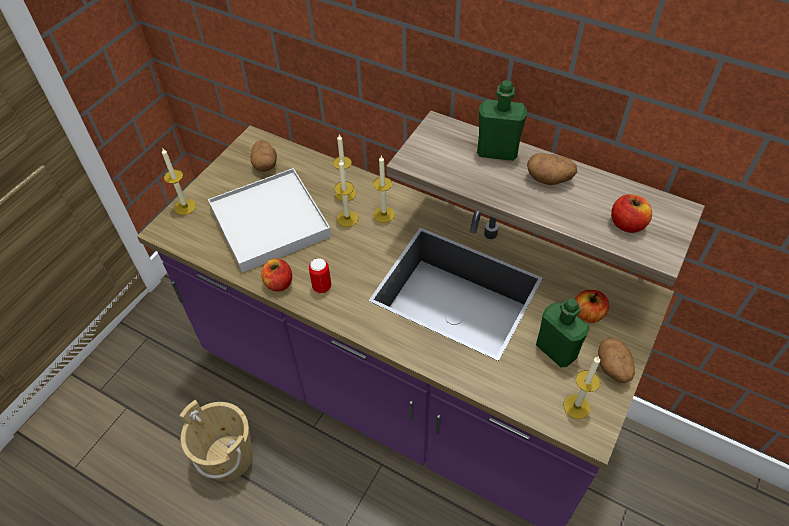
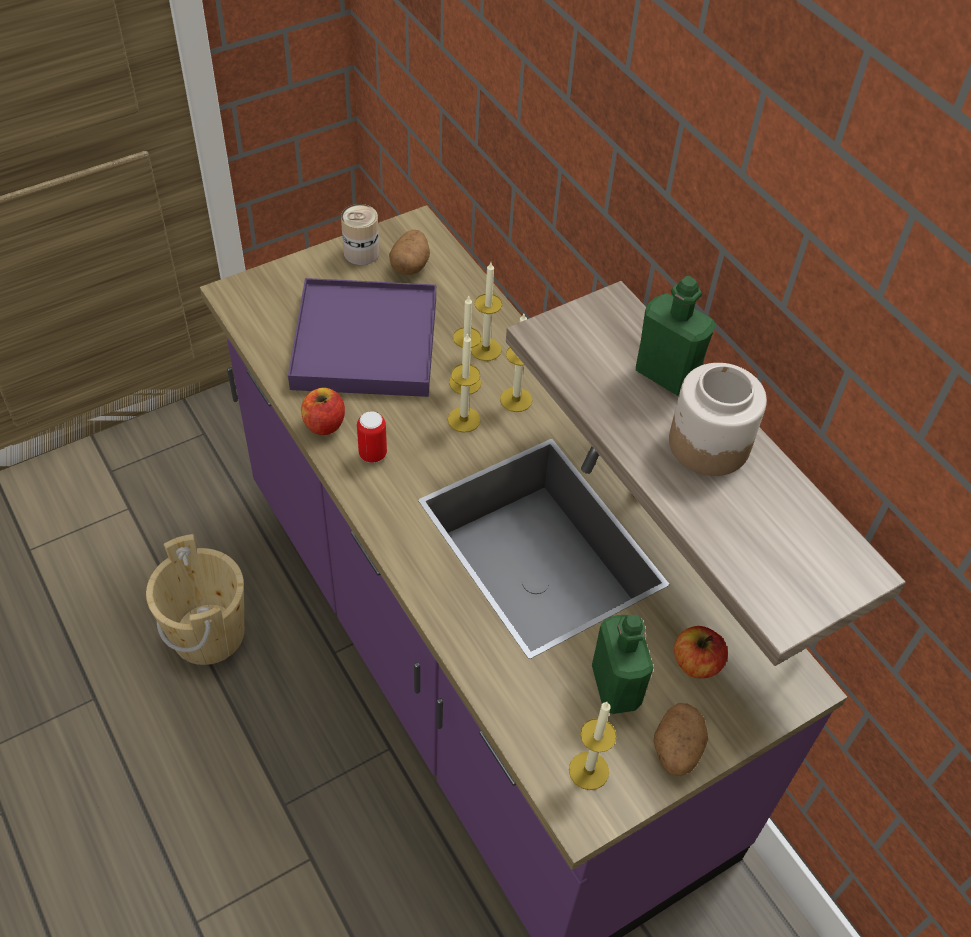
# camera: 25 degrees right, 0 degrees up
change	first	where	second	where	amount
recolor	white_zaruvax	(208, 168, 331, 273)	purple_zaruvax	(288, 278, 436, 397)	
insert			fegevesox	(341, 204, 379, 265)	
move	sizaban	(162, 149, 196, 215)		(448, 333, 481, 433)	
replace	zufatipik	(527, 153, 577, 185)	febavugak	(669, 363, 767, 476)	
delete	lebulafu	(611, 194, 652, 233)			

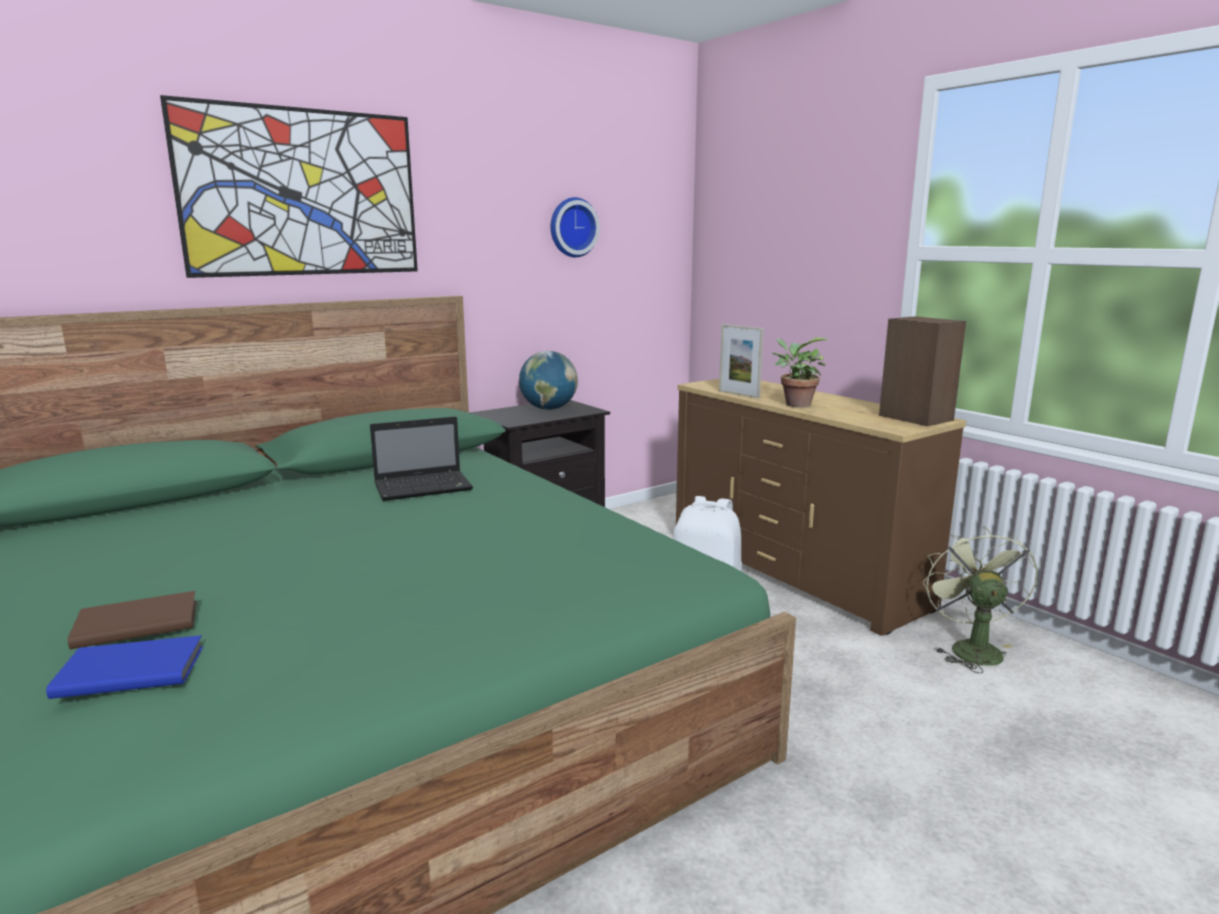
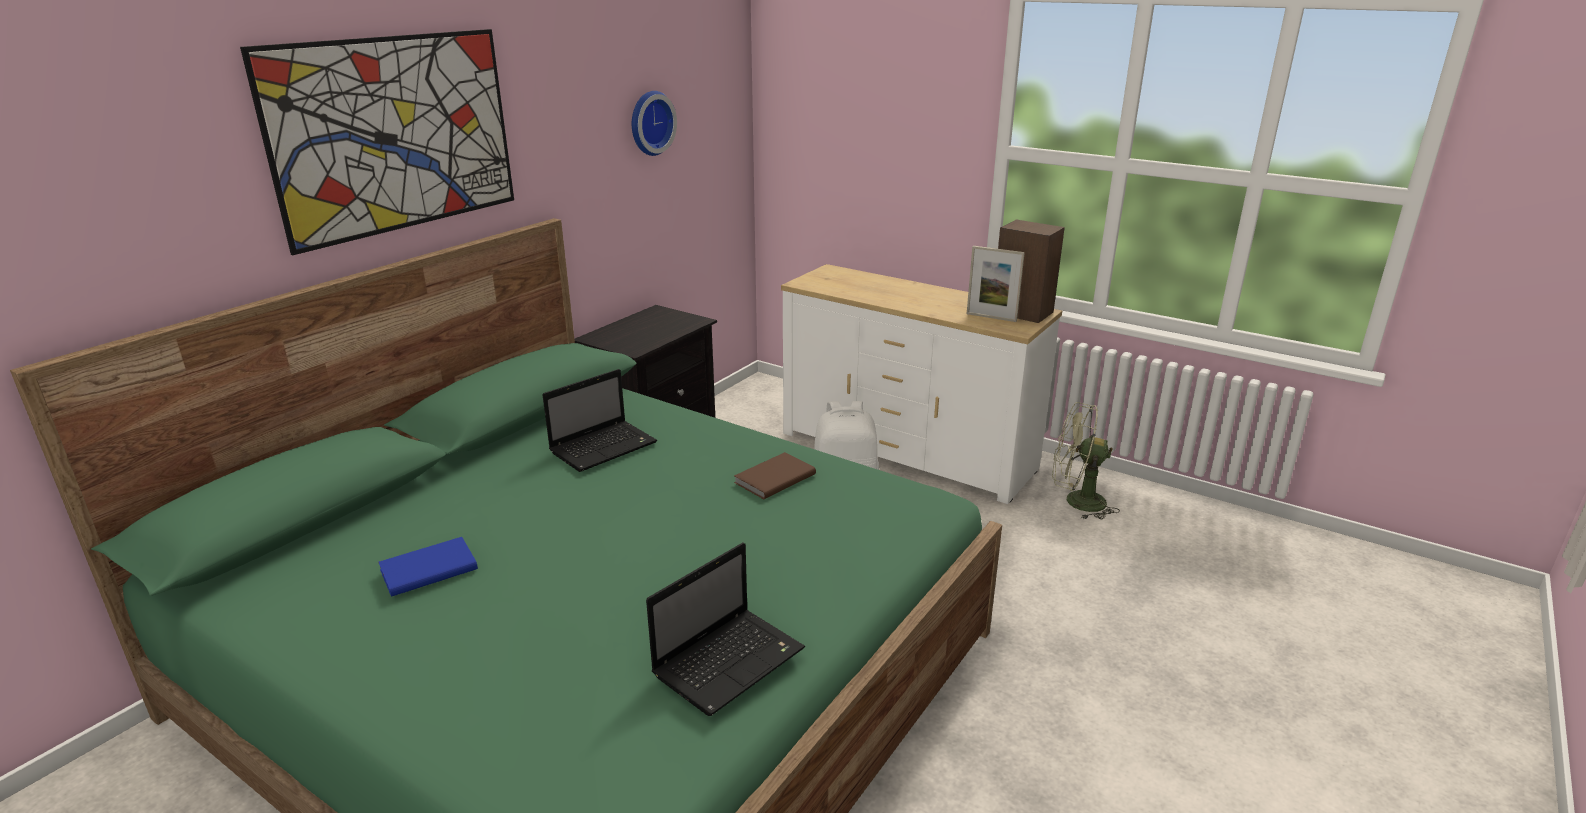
# camera: 20 degrees left, 10 degrees up
change	first	where	second	where	amount
move	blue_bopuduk	(46, 635, 204, 699)		(378, 537, 478, 597)	
insert			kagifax	(646, 542, 805, 716)	
move	brown_bopuduk	(68, 591, 197, 649)		(734, 452, 816, 499)	
recolor	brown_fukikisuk	(676, 379, 966, 636)	white_fukikisuk	(781, 264, 1062, 504)	
move	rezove	(719, 324, 764, 398)		(967, 246, 1025, 322)	
rotate	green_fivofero	(923, 526, 1038, 673)		(1052, 402, 1120, 520)	60 degrees counterclockwise
delete	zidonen	(519, 351, 578, 410)			
delete	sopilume	(772, 337, 829, 408)			

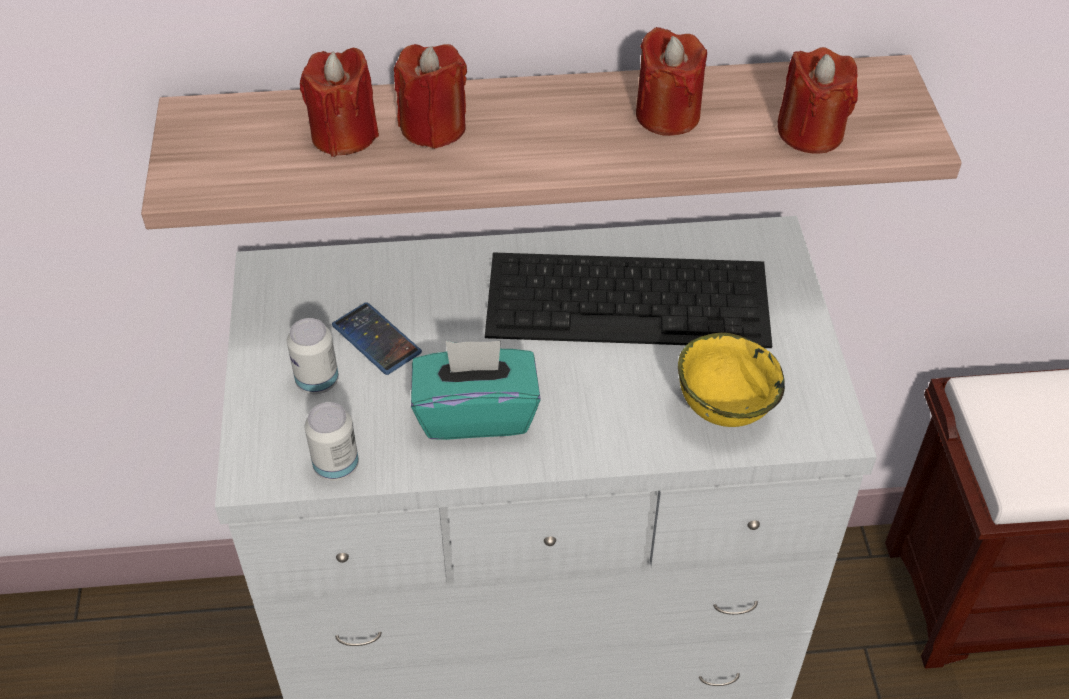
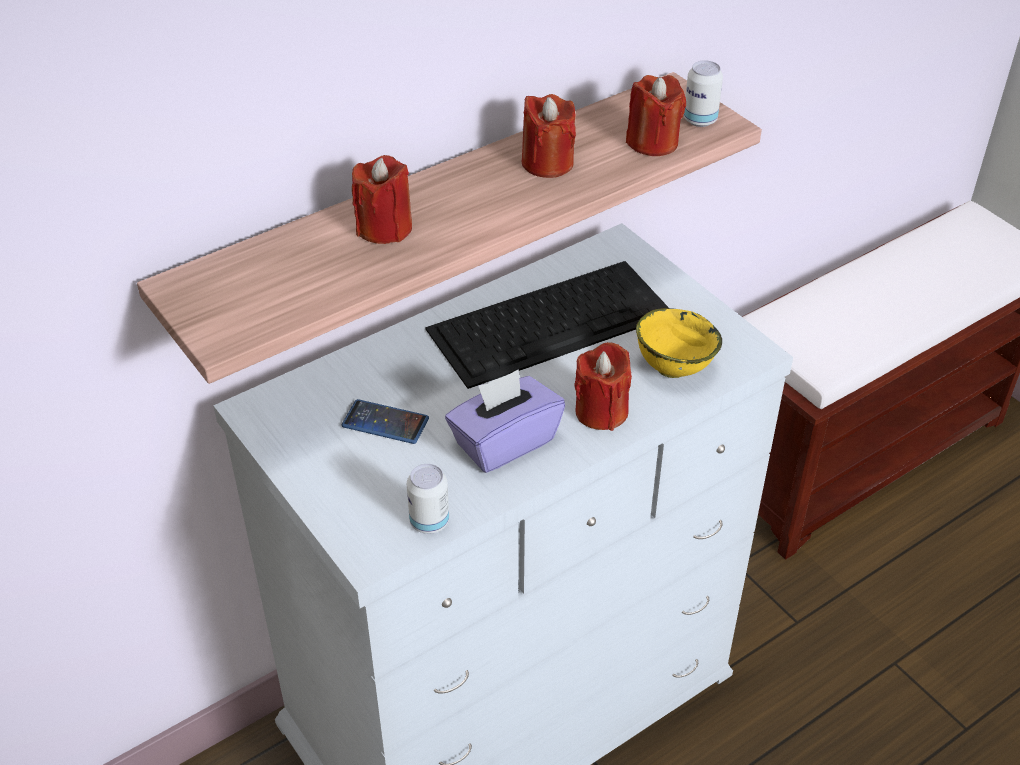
# camera: 30 degrees left, 5 degrees down
change	first	where	second	where	amount
recolor	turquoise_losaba	(411, 341, 541, 440)	purple_losaba	(445, 369, 565, 473)	
move	red_sizaban	(300, 48, 379, 157)		(574, 342, 632, 431)	
move	fegevesox	(287, 318, 339, 394)		(684, 60, 723, 127)	

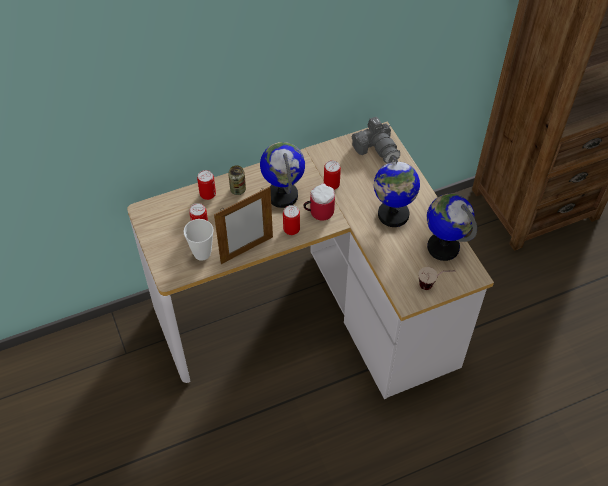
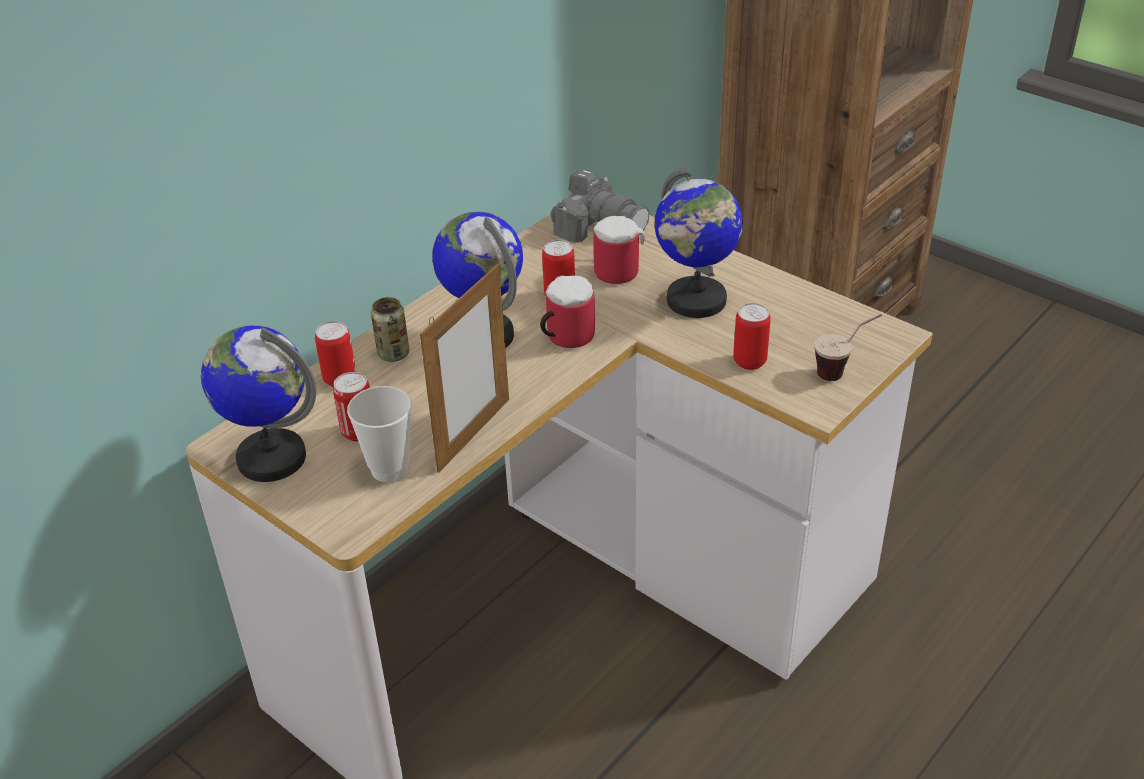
# camera: 25 degrees left, 15 degrees down
change	first	where	second	where	amount
move	zidonen	(427, 194, 477, 261)		(201, 325, 316, 482)	
insert			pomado	(593, 216, 645, 284)	
move	fegevesox	(283, 205, 300, 235)		(733, 303, 771, 370)	

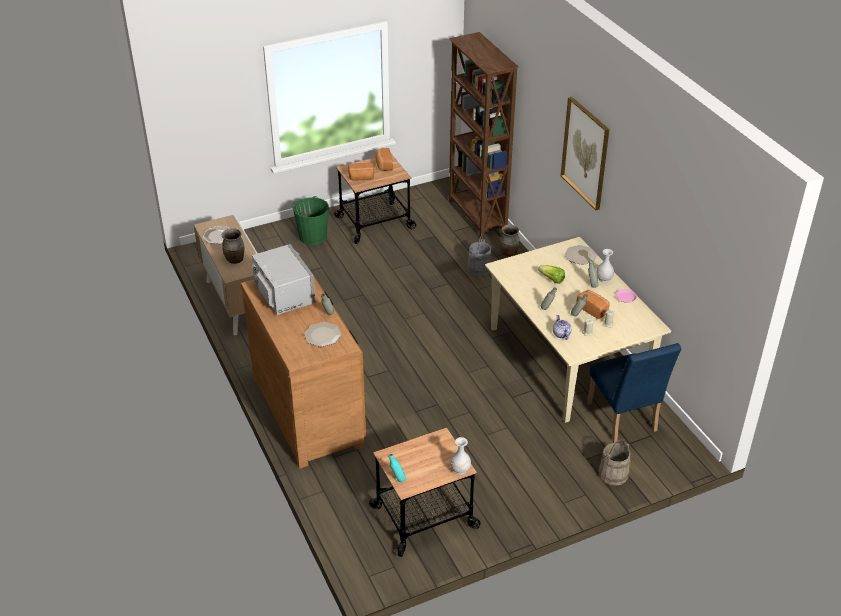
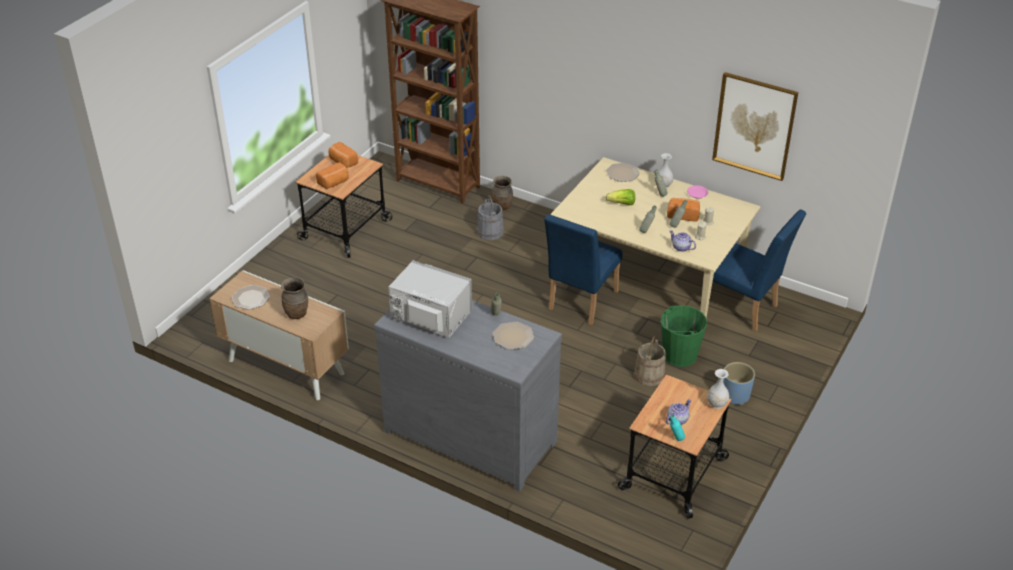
# camera: 35 degrees left, 0 degrees up
change	first	where	second	where	amount
recolor	brown_fukikisuk	(240, 265, 366, 469)	grey_fukikisuk	(374, 300, 562, 492)	
insert			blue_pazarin	(544, 214, 622, 325)	
move	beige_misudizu	(599, 439, 630, 486)		(634, 336, 666, 386)	
move	green_misudizu	(292, 196, 329, 245)		(661, 305, 707, 367)	
insert			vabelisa	(666, 399, 691, 425)	
move	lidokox	(561, 97, 609, 210)		(712, 72, 798, 181)	
insert			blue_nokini	(723, 362, 755, 405)	

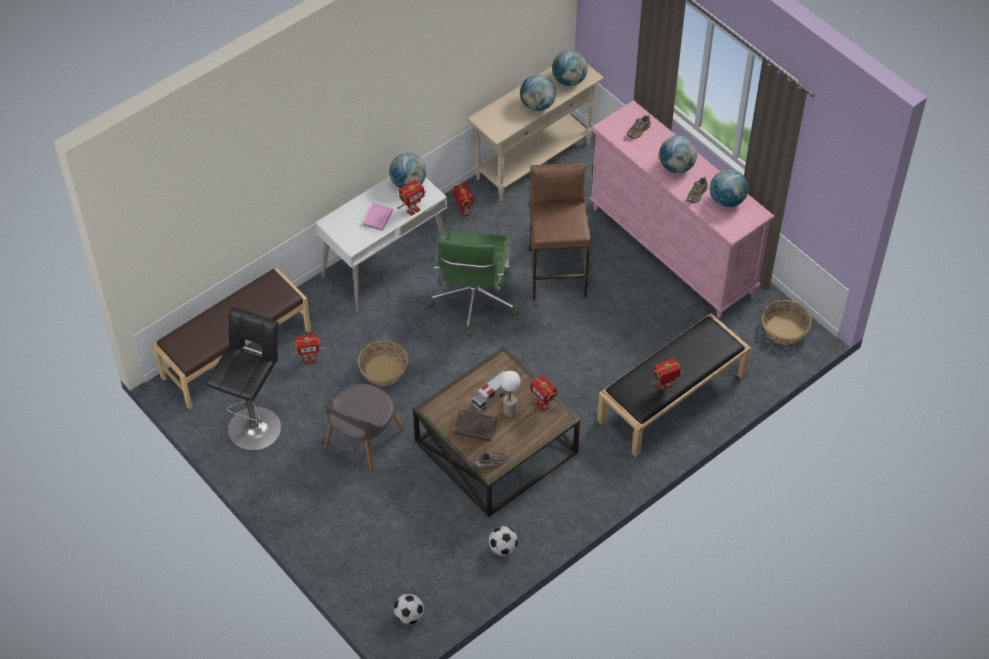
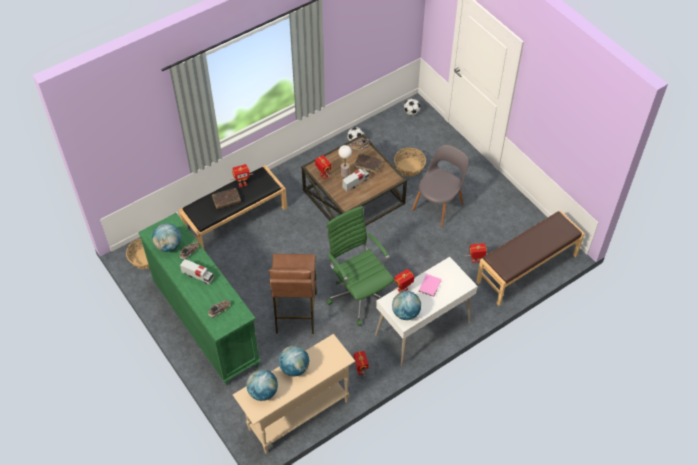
# camera: 175 degrees left, 0 degrees up
change	first	where	second	where	amount
recolor	pink_fukikisuk	(589, 100, 774, 318)	green_fukikisuk	(138, 213, 261, 385)	
replace	zidonen	(659, 136, 697, 173)	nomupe	(180, 259, 214, 284)	
insert			brown_bopuduk	(212, 188, 241, 209)	
rotate	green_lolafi	(426, 230, 519, 337)		(326, 206, 394, 326)	45 degrees counterclockwise
move	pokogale	(358, 340, 408, 386)		(394, 148, 426, 176)	
delete	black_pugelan	(207, 307, 281, 450)			

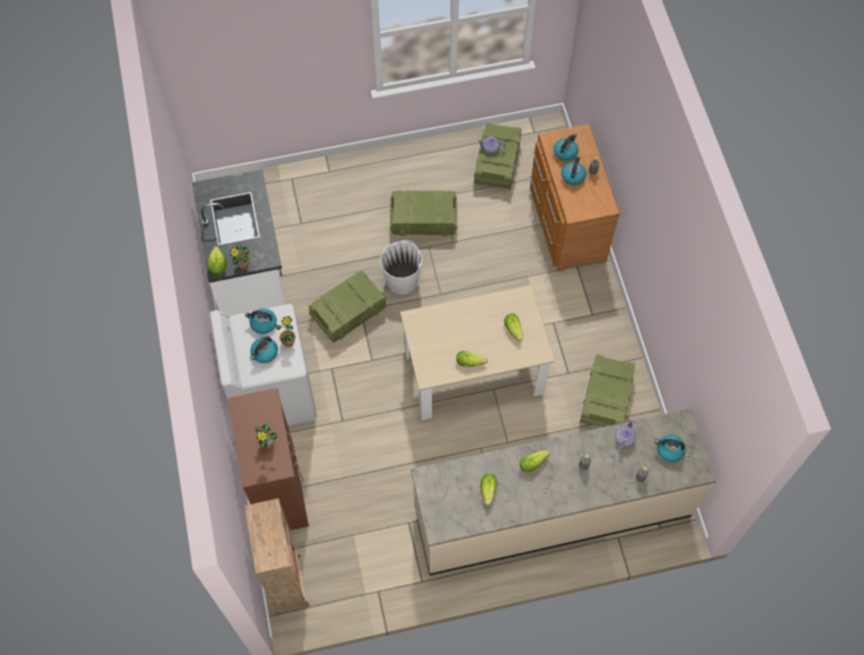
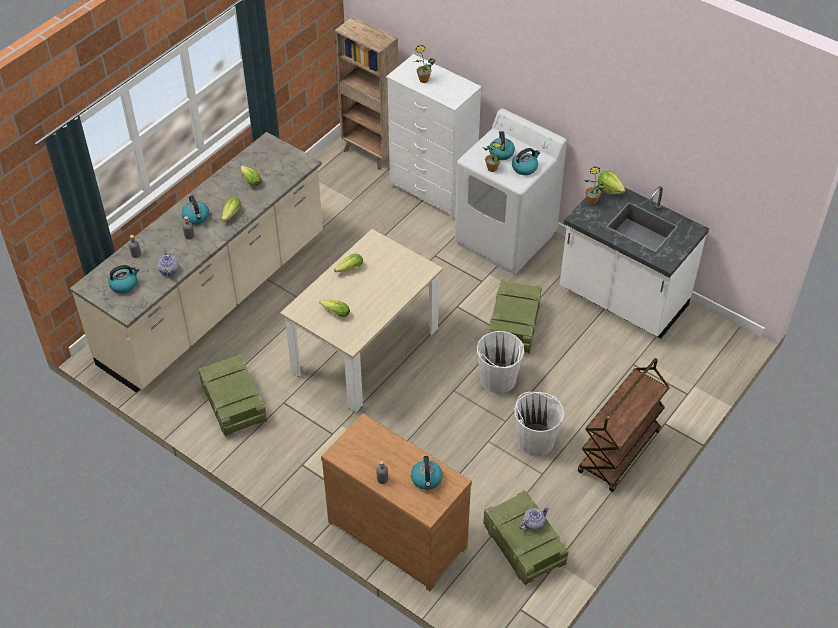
# camera: 140 degrees right, 15 degrees down
change	first	where	second	where	amount
move	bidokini	(561, 156, 586, 185)		(182, 195, 209, 225)	
recolor	brown_fukikisuk	(228, 388, 309, 530)	white_fukikisuk	(386, 54, 482, 219)	
replace	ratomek	(390, 190, 457, 236)	white_misudizu	(514, 392, 564, 456)	
insert			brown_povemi	(578, 358, 670, 492)	

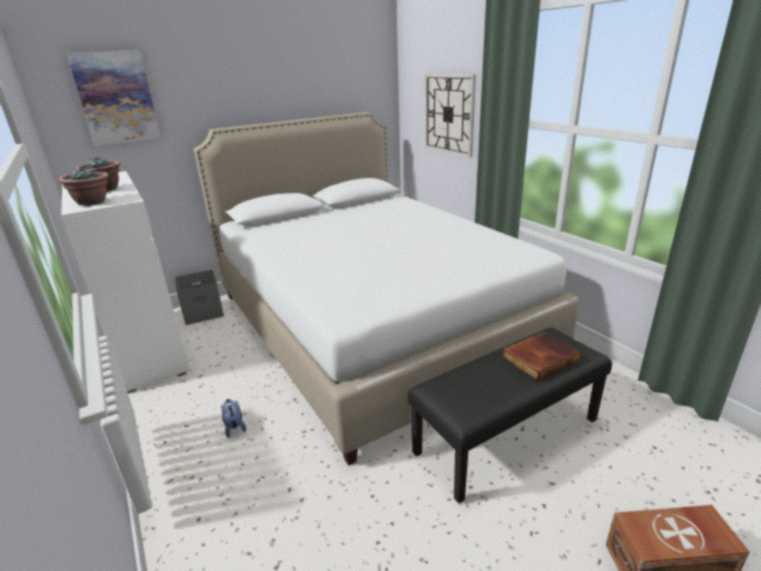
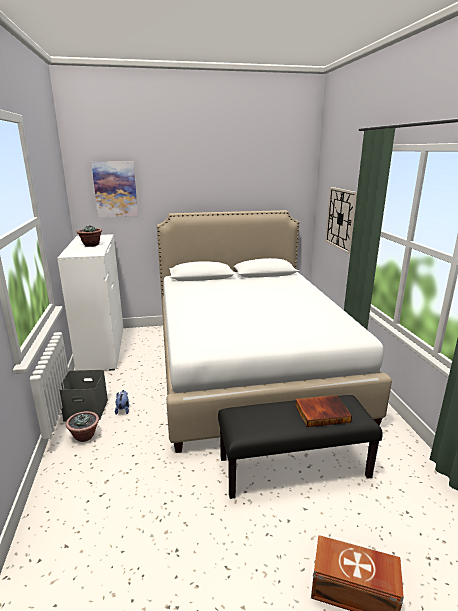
# camera: 20 degrees right, 5 degrees down
change	first	where	second	where	amount
move	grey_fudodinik	(175, 270, 224, 325)		(59, 370, 108, 421)	
move	sopilume	(58, 167, 109, 206)		(66, 411, 99, 442)	

